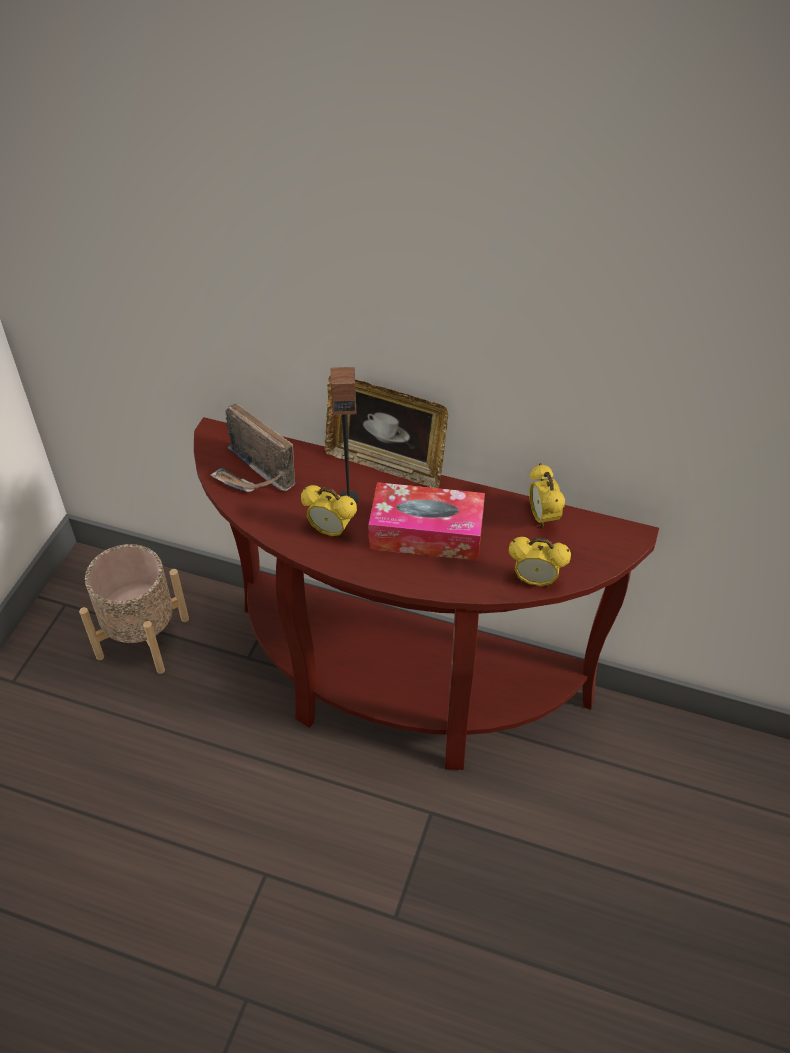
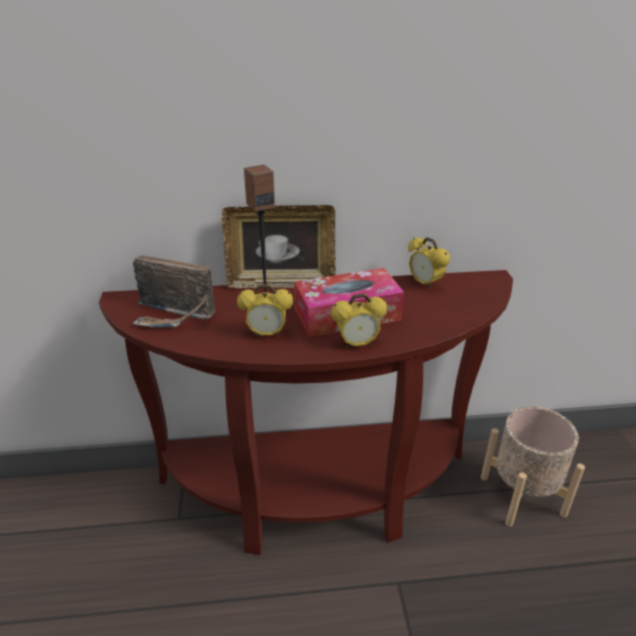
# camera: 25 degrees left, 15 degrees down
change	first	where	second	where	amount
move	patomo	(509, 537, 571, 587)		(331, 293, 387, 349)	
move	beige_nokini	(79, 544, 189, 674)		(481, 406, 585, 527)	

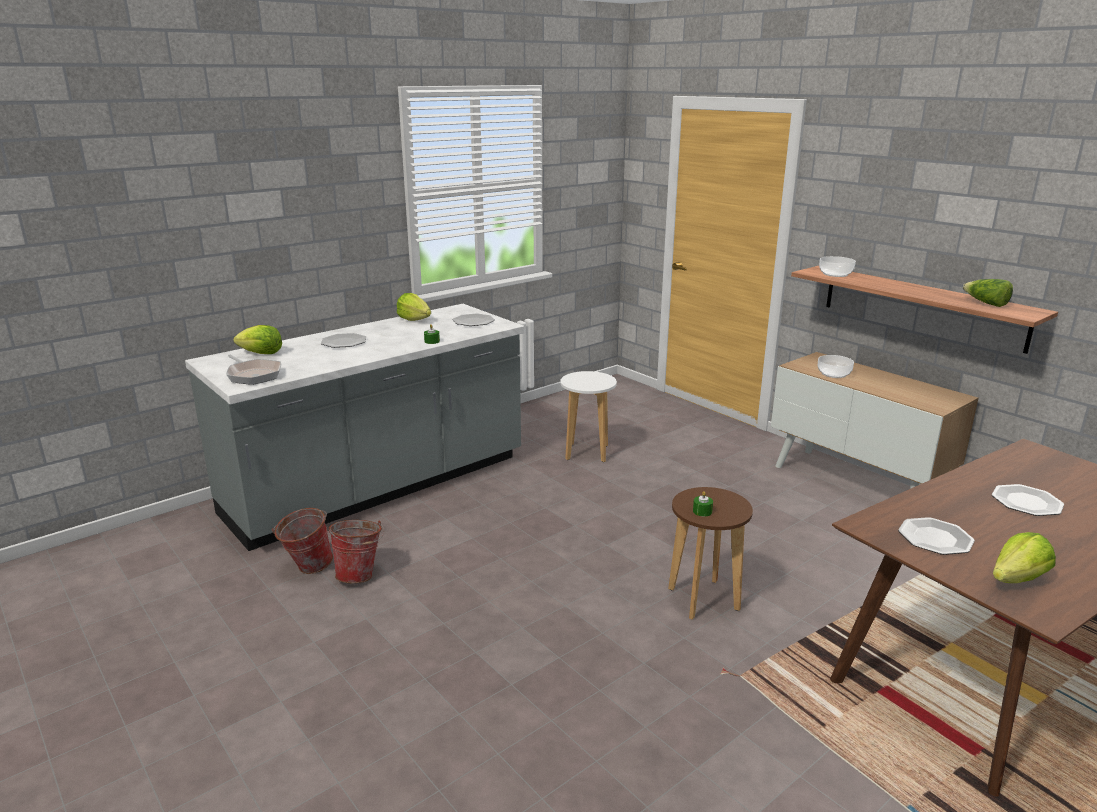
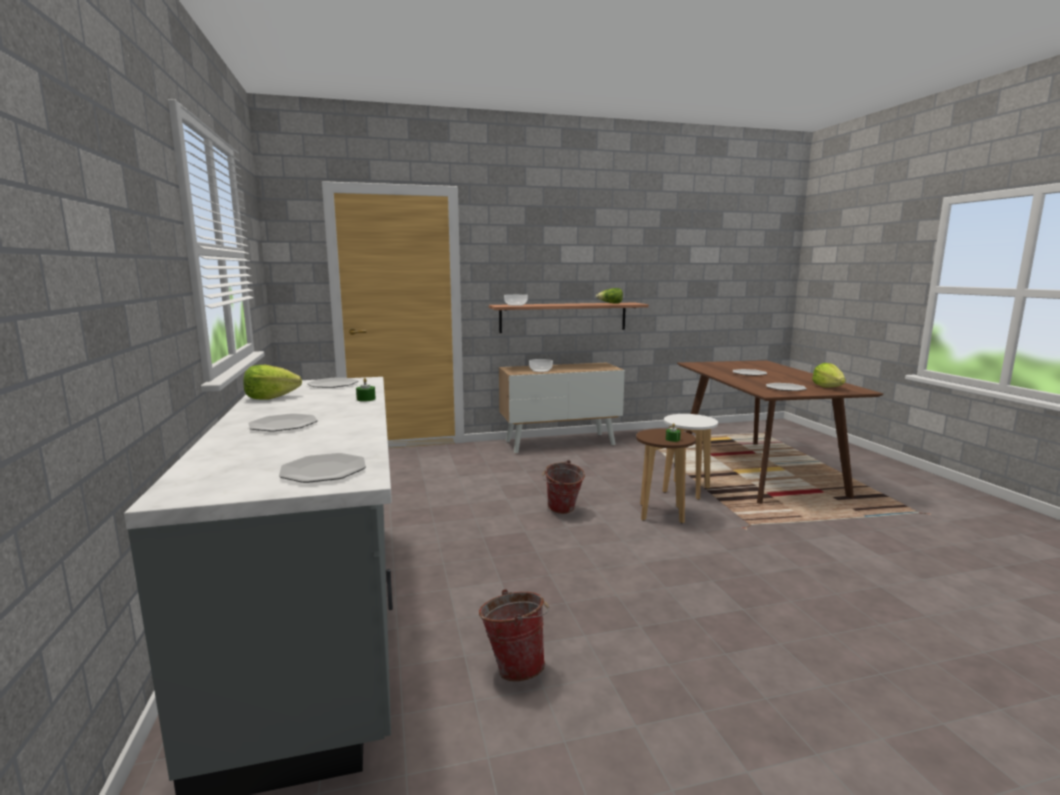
# camera: 65 degrees left, 10 degrees down
change	first	where	second	where	amount
replace	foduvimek	(226, 355, 281, 385)	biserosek	(279, 453, 366, 483)	
move	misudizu	(272, 508, 333, 574)		(542, 460, 585, 514)	
move	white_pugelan	(560, 371, 617, 462)		(663, 414, 718, 500)	
delete	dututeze	(233, 325, 282, 354)			

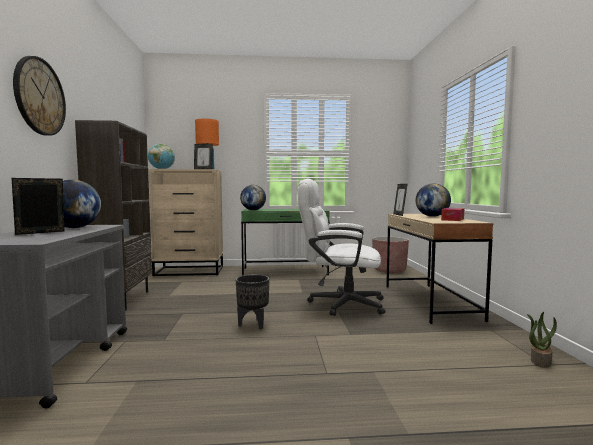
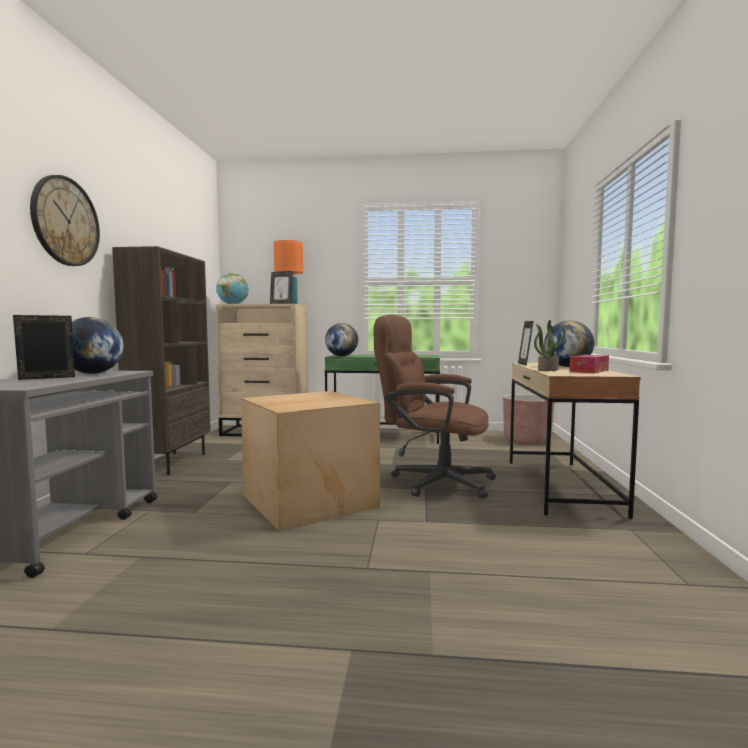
# camera: 10 degrees right, 0 degrees up
change	first	where	second	where	amount
replace	black_nokini	(236, 275, 270, 329)	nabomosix	(241, 391, 380, 532)	
recolor	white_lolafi	(298, 179, 385, 316)	brown_lolafi	(373, 315, 496, 499)	
move	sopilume	(527, 312, 557, 368)		(534, 320, 565, 371)	

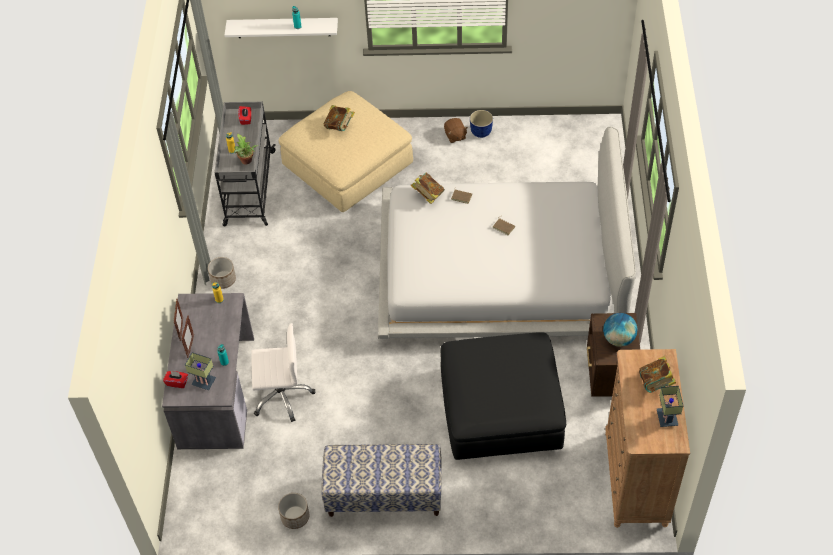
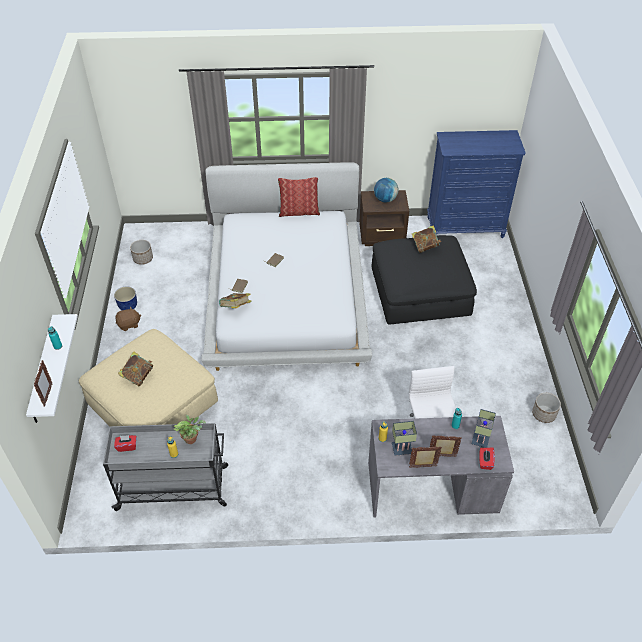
# camera: 95 degrees left, 5 degrees down
change	first	where	second	where	amount
insert			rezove	(34, 360, 53, 407)	
move	nokini	(208, 257, 236, 289)		(130, 240, 153, 265)	
insert			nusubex	(278, 177, 320, 217)	
move	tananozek	(657, 386, 683, 427)		(392, 421, 417, 456)	
move	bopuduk	(639, 356, 676, 393)		(412, 225, 441, 253)	
recolor	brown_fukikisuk	(605, 349, 690, 528)	blue_fukikisuk	(427, 130, 526, 238)	
delete	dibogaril	(321, 444, 442, 517)			

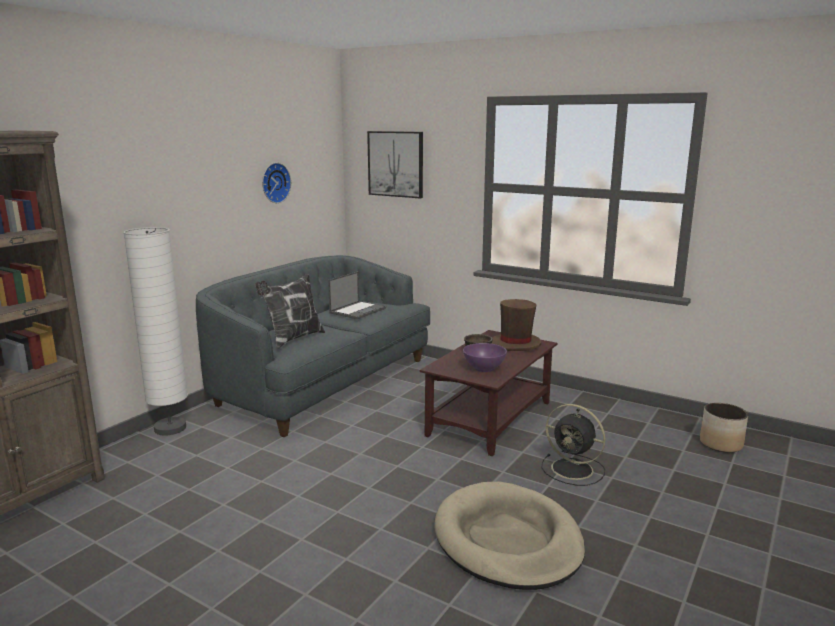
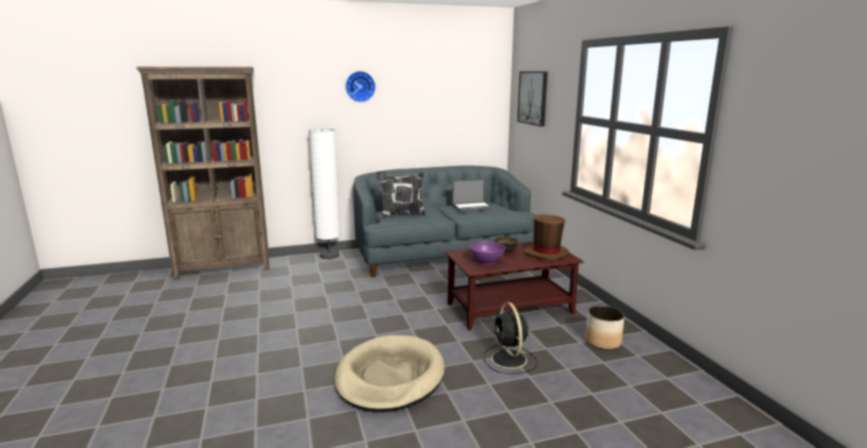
# camera: 40 degrees right, 0 degrees up
change	first	where	second	where	amount
move	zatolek	(262, 163, 291, 203)		(345, 71, 376, 102)	
move	nokini	(700, 403, 748, 453)		(585, 305, 625, 350)	

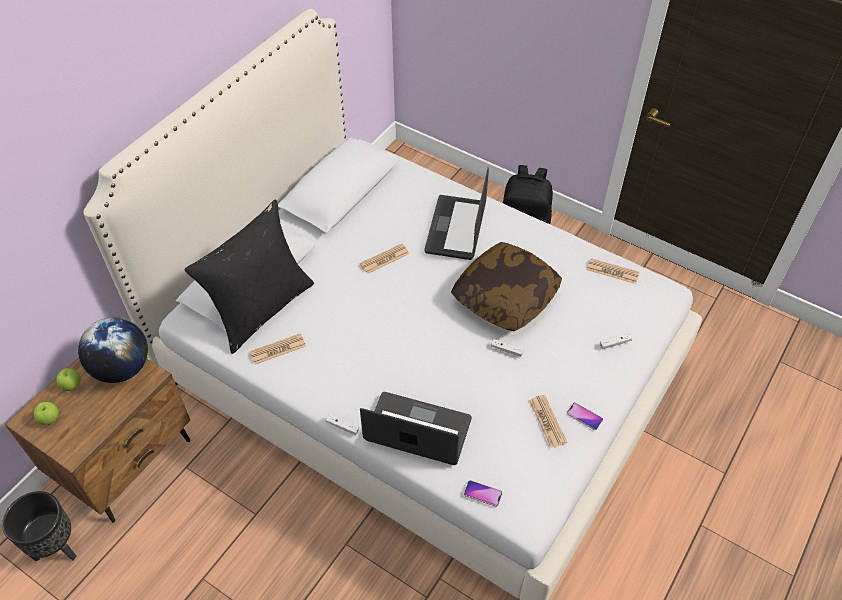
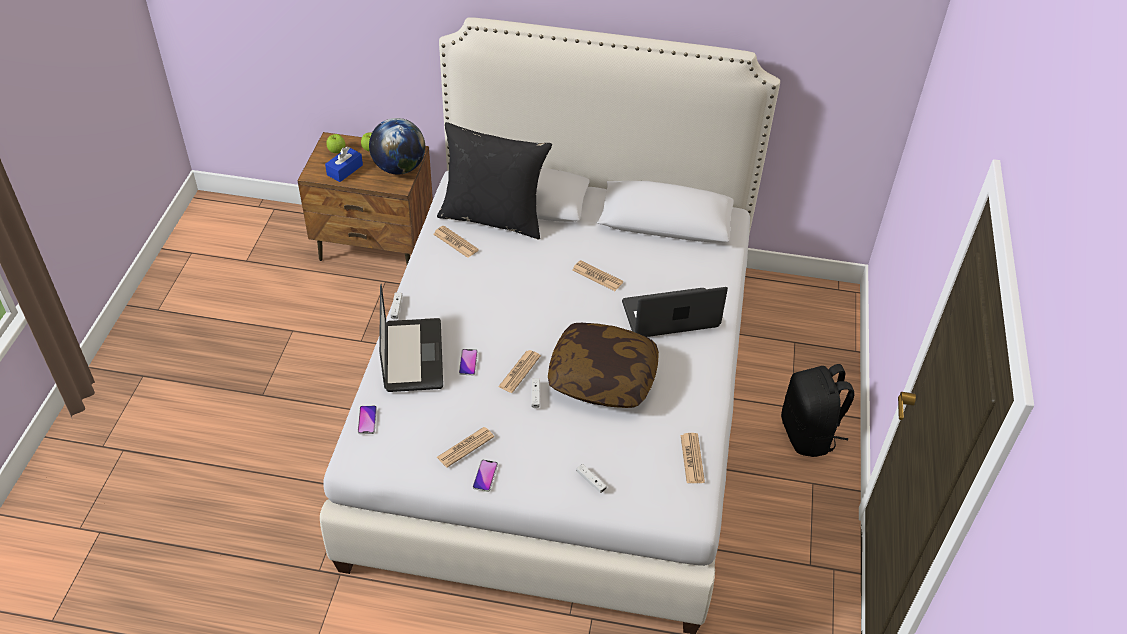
# camera: 65 degrees right, 5 degrees down
change	first	where	second	where	amount
insert			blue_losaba	(325, 146, 363, 182)	
insert			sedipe	(459, 349, 478, 375)	
insert			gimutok	(498, 350, 541, 393)	
delete	black_nokini	(2, 491, 77, 562)			

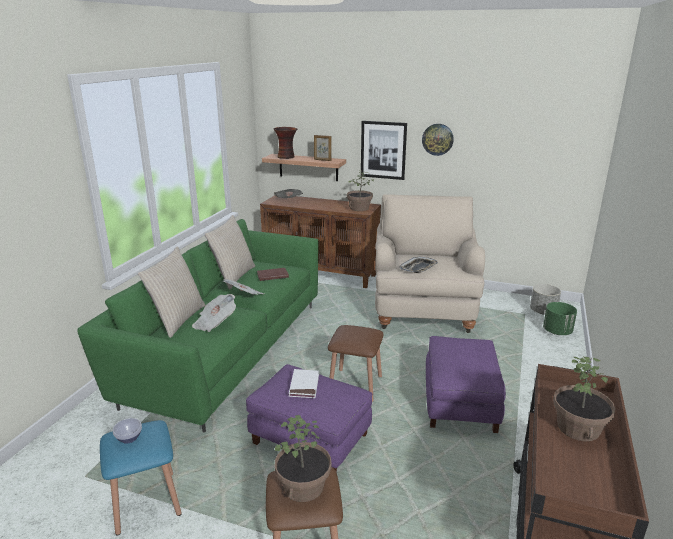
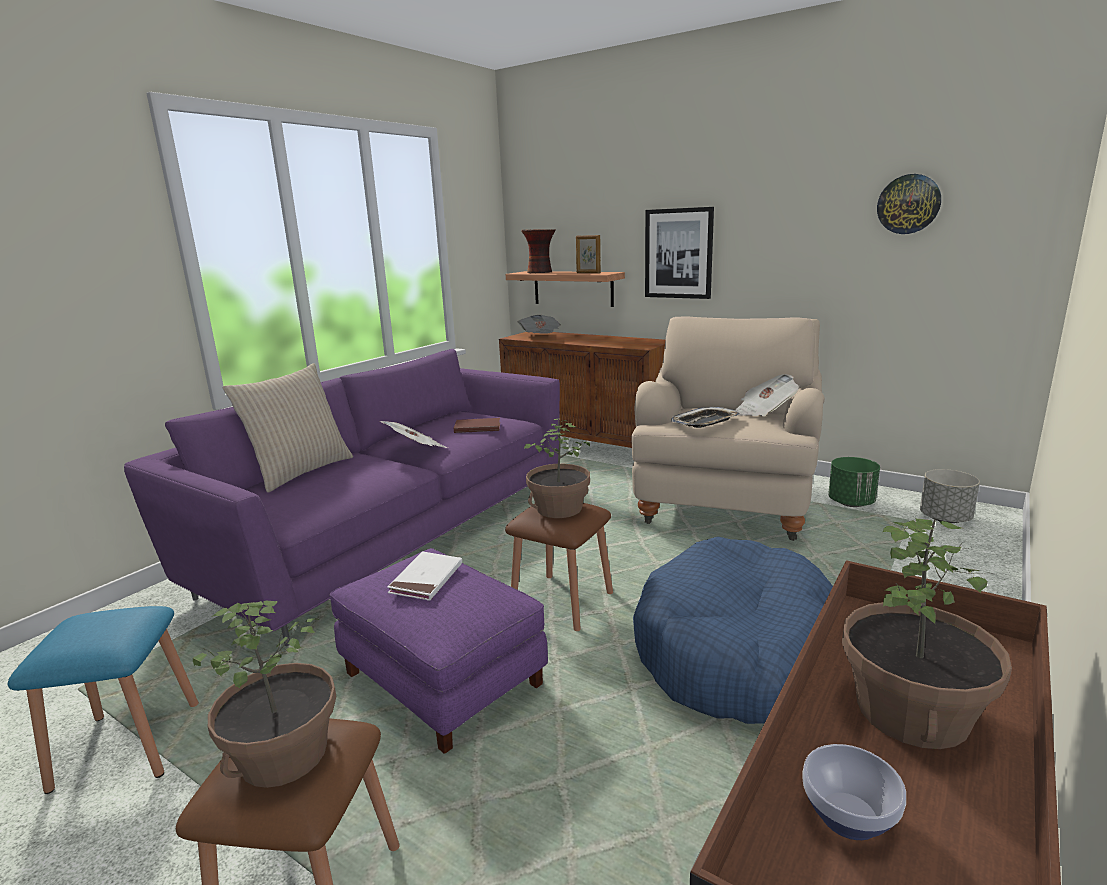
# camera: 15 degrees right, 5 degrees down
change	first	where	second	where	amount
recolor	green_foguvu	(77, 219, 319, 432)	purple_foguvu	(124, 349, 560, 646)	
move	sopilume	(347, 170, 374, 211)		(524, 419, 590, 518)	
replace	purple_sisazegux	(426, 336, 506, 433)	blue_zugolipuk	(633, 537, 833, 724)	
move	gimutok	(192, 294, 236, 332)		(735, 374, 799, 417)	
move	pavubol	(113, 418, 142, 444)		(802, 744, 906, 840)	
move	green_nokini	(543, 302, 577, 335)		(828, 457, 880, 507)	
move	zatolek	(422, 124, 454, 156)		(877, 174, 941, 234)	
delete	beige_nusubex	(205, 215, 255, 290)			

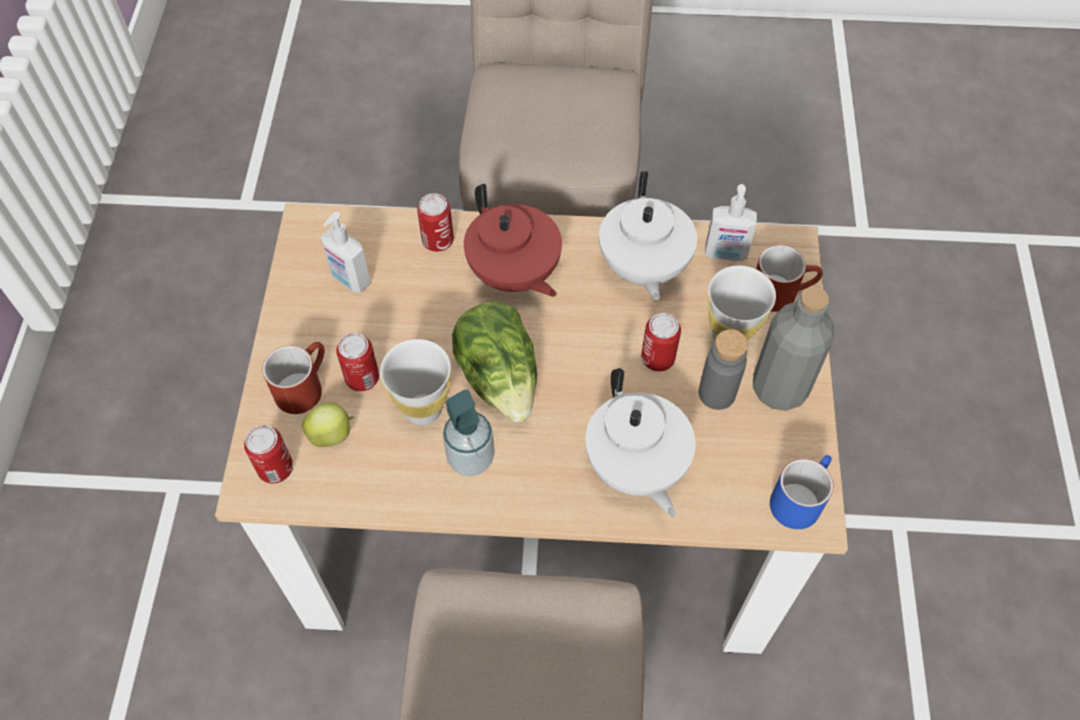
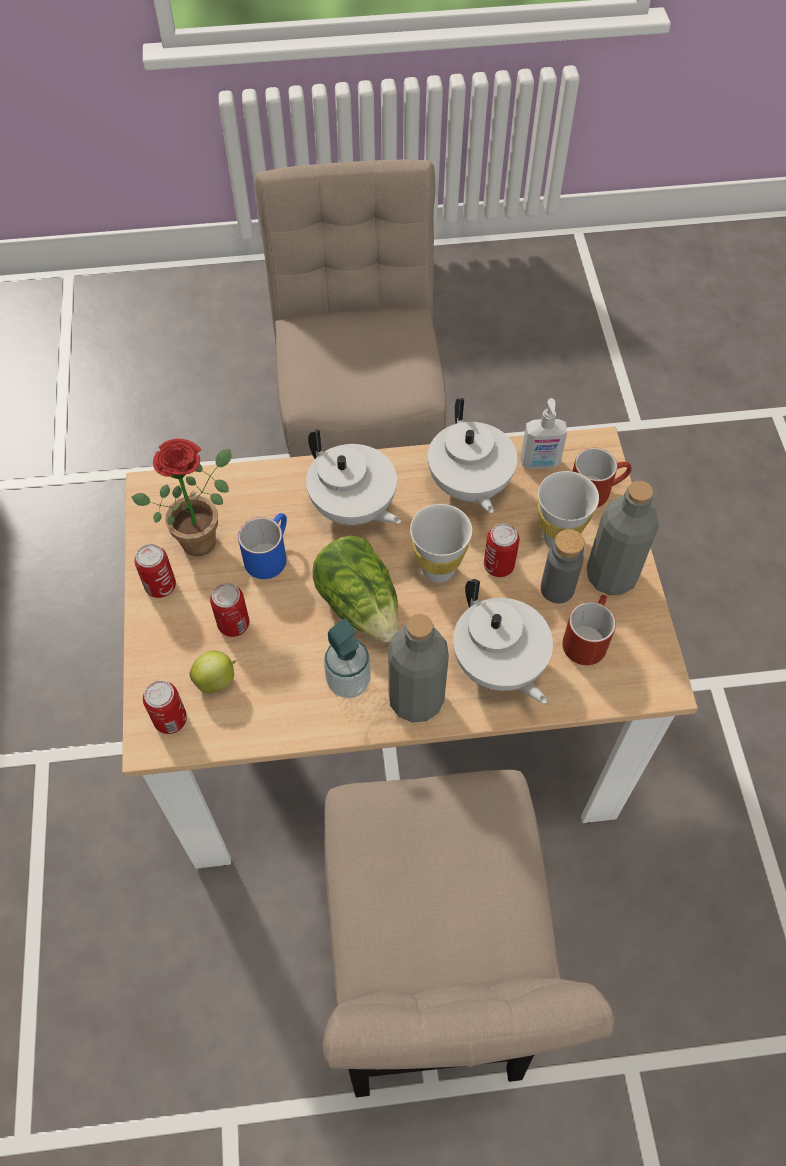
# camera: 10 degrees left, 0 degrees up
change	first	where	second	where	amount
replace	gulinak	(321, 212, 371, 293)	sopilume	(132, 438, 231, 556)	
move	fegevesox	(417, 193, 454, 252)		(134, 544, 176, 598)	
move	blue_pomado	(770, 455, 833, 529)		(238, 513, 287, 579)	
recolor	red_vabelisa	(464, 184, 562, 297)	white_vabelisa	(306, 430, 401, 525)	
insert			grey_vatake	(388, 614, 449, 723)	
move	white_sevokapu	(380, 339, 451, 425)		(410, 504, 472, 583)	
move	red_pomado	(263, 342, 324, 414)		(562, 595, 616, 665)	

